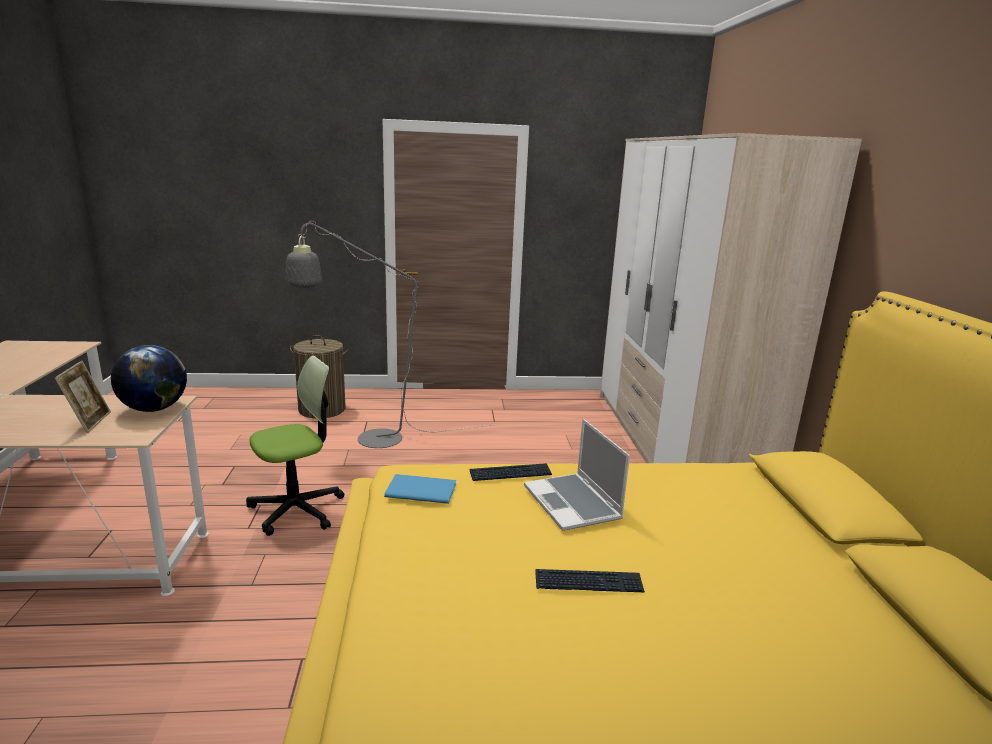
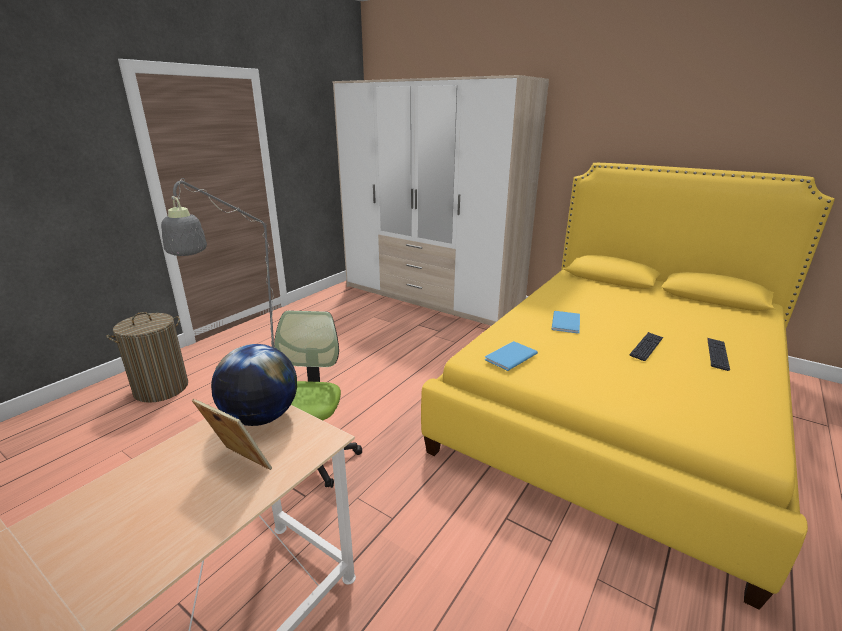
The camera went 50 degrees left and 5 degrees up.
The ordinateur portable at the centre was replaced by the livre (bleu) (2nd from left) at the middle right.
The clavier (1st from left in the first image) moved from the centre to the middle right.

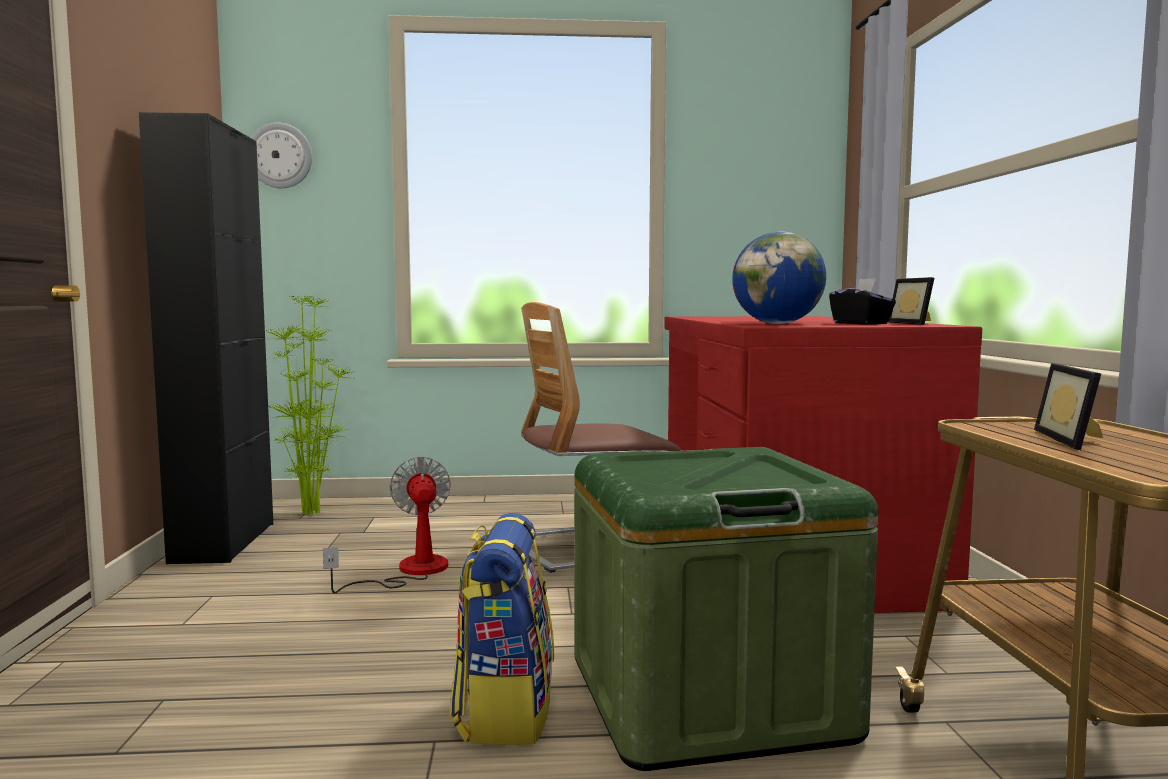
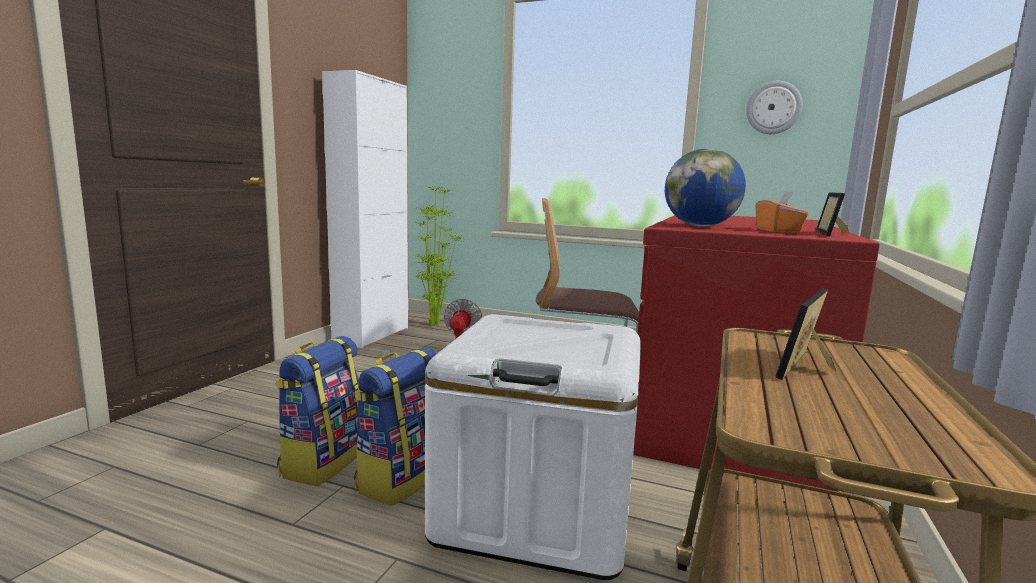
The camera went 25 degrees right and 5 degrees up.
The meuble de rangement (noir) at the middle left became the meuble de rangement (blanc) at the centre.
The horloge murale moved from the top left to the top right.
The boîte à mouchoirs (noir) at the middle right became the boîte à mouchoirs (orange) at the middle right.
The boîte de rangement (vert) at the bottom centre became the boîte de rangement (blanc) at the bottom centre.
The sac à dos (1st from left) at the bottom left appeared.

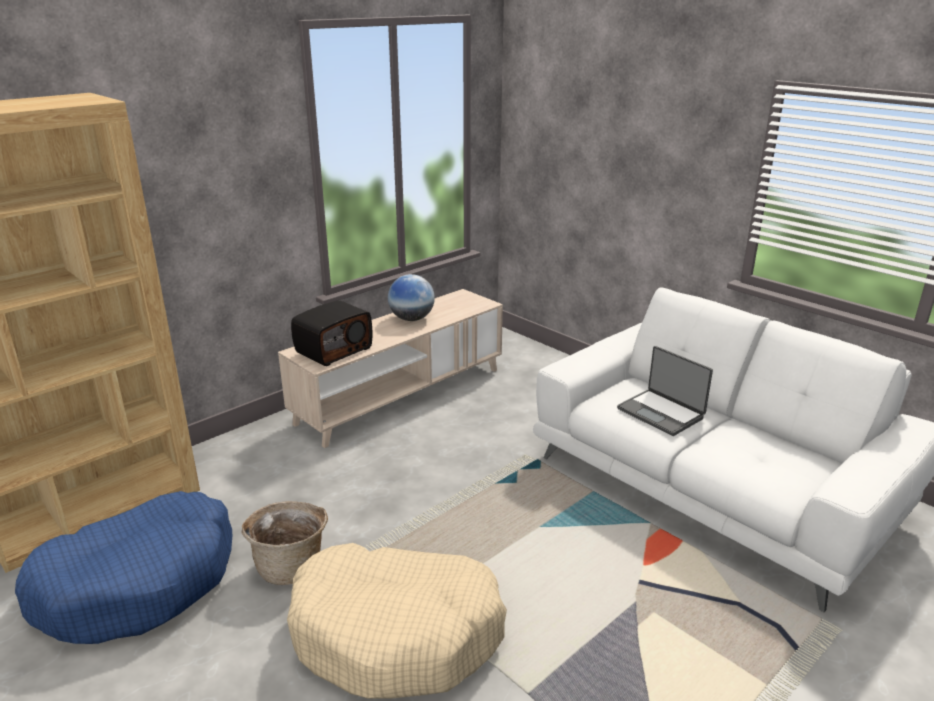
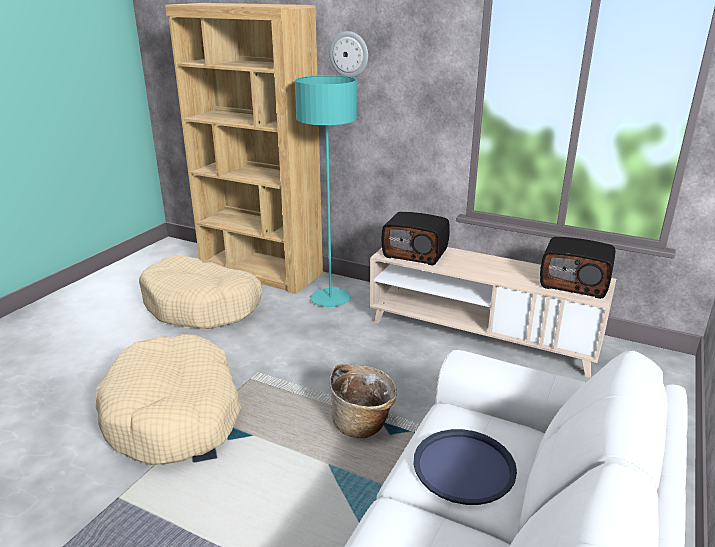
The camera went 70 degrees right and 0 degrees up.
The globe at the centre disappeared.
The ordinateur portable at the middle right was replaced by the plateau (bleu) at the bottom centre.
The panier pour chien (bleu) at the bottom left became the panier pour chien (beige) (2nd from left) at the middle left.
The panier moved from the bottom left to the bottom centre.
The horloge murale at the top centre appeared.
The lampadaire (turquoise) at the centre appeared.
The radio (2nd from left) at the middle right appeared.

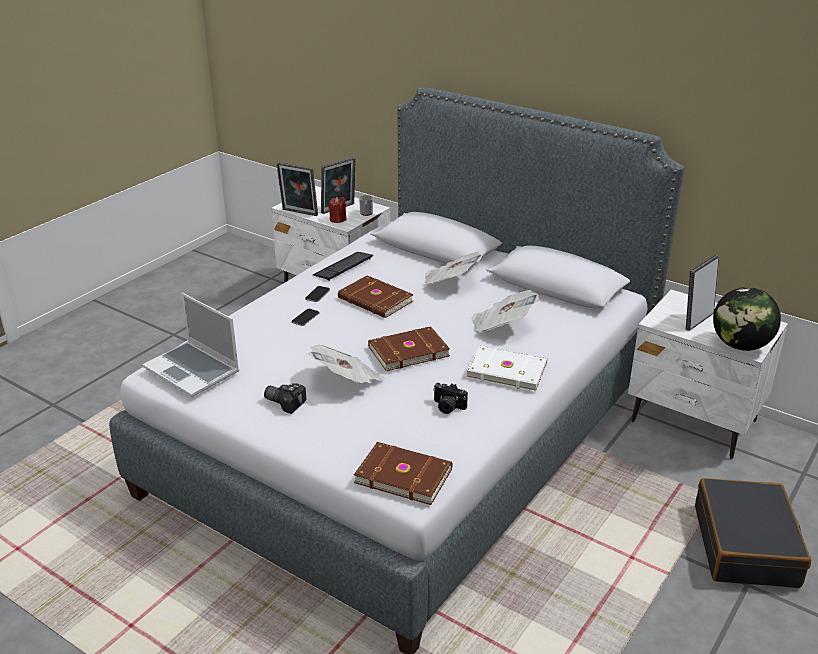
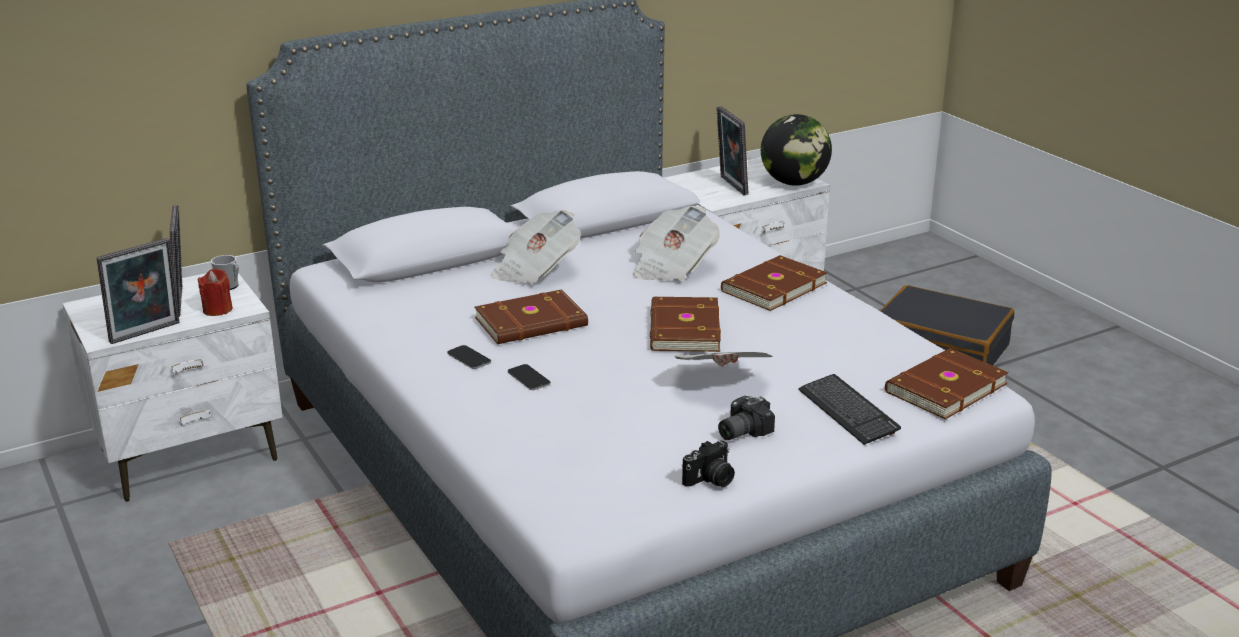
The camera went 65 degrees left and 5 degrees down.
The clavier moved from the centre to the middle right.
The ordinateur portable at the middle left disappeared.
The livre (blanc) at the centre became the livre (marron) (3rd from left) at the centre.
The appareil photo (2nd from left in the first image) moved from the centre to the bottom centre.

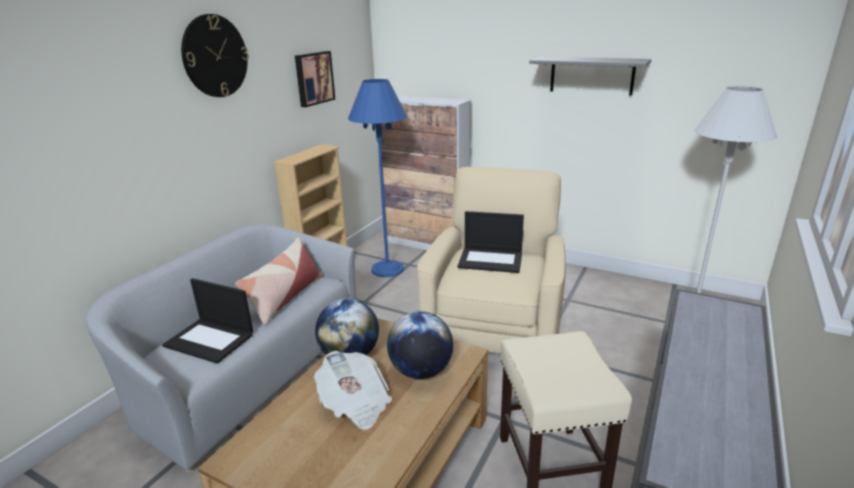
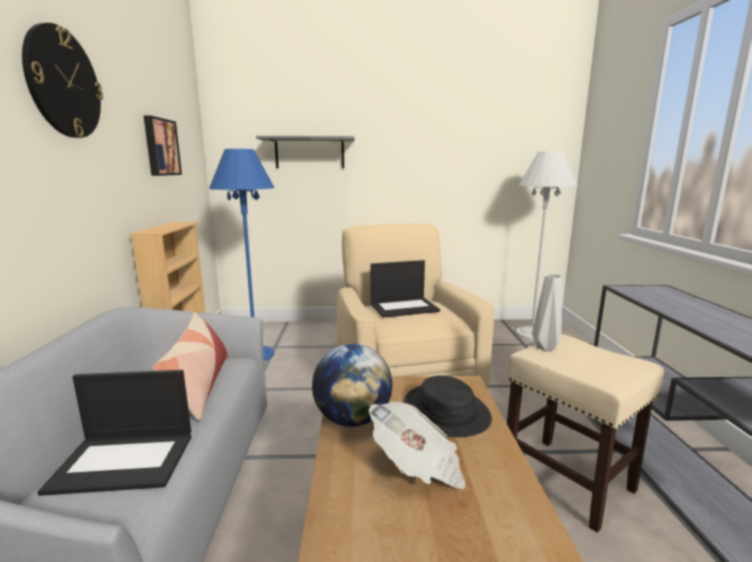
The camera went 30 degrees left and 10 degrees down.
The étagère (gris) moved from the top right to the top centre.
The meuble de rangement at the centre disappeared.
The globe (2nd from left) at the bottom centre was replaced by the chapeau (noir) at the bottom centre.
The vase (gris) at the middle right appeared.

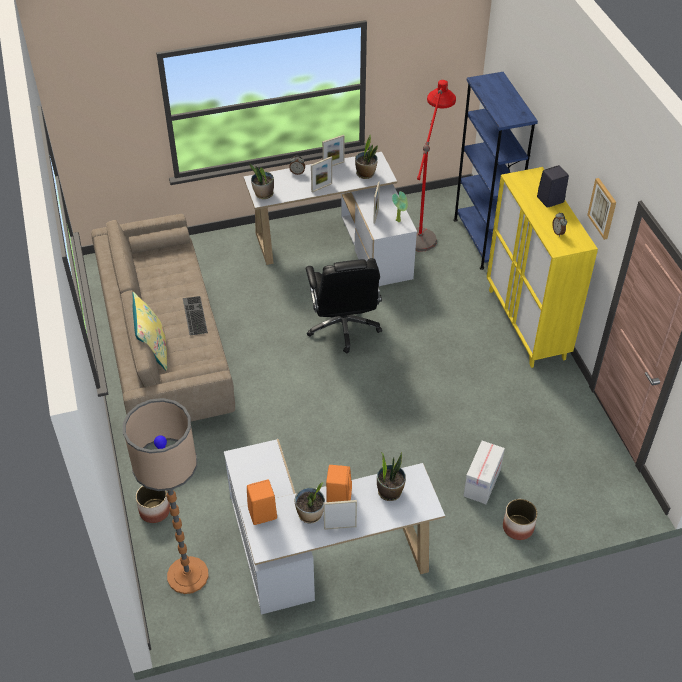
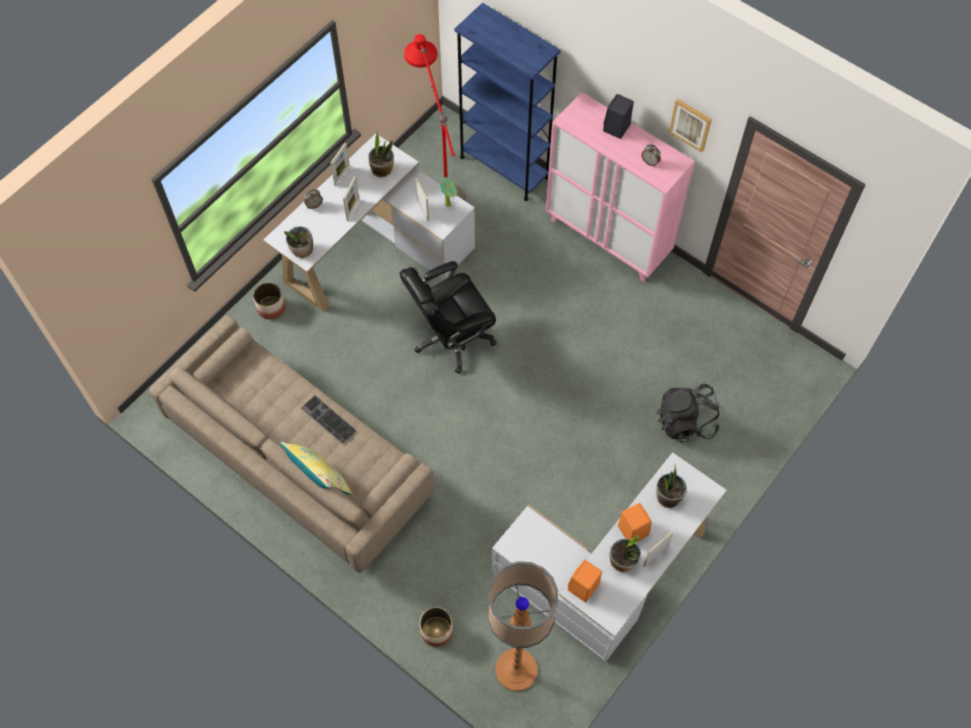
The camera went 35 degrees left and 15 degrees up.
The meuble de rangement (jaune) at the middle right became the meuble de rangement (rose) at the top centre.
The chaise de bureau (noir) at the centre turned 105 degrees clockwise.
The carton at the bottom right was replaced by the sac à dos (noir) at the middle right.
The cache-pot (2nd from left in the first image) moved from the bottom right to the middle left.

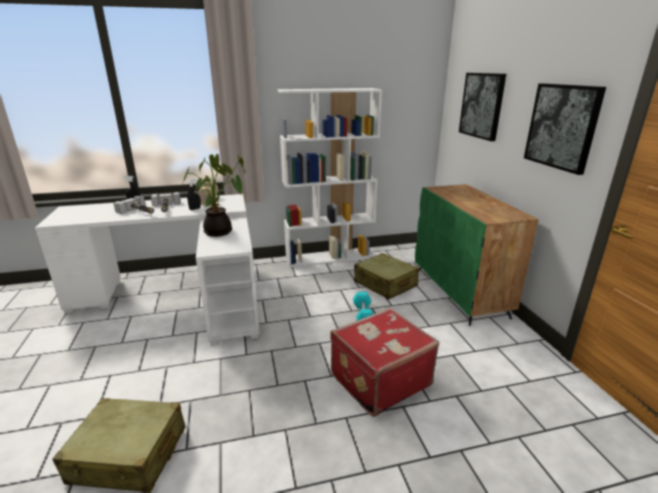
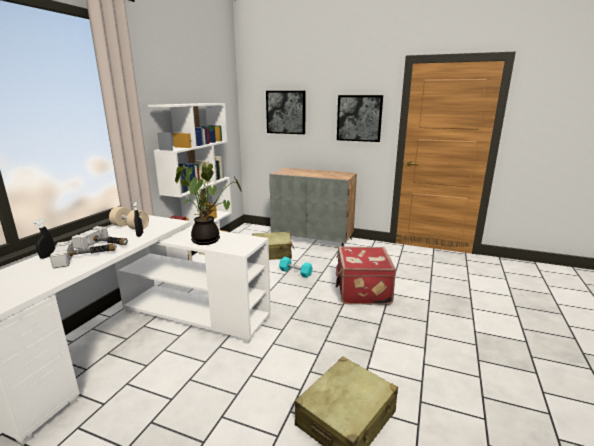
The camera went 55 degrees left and 5 degrees down.
The meuble de rangement (vert) at the middle right became the meuble de rangement (gris) at the centre.

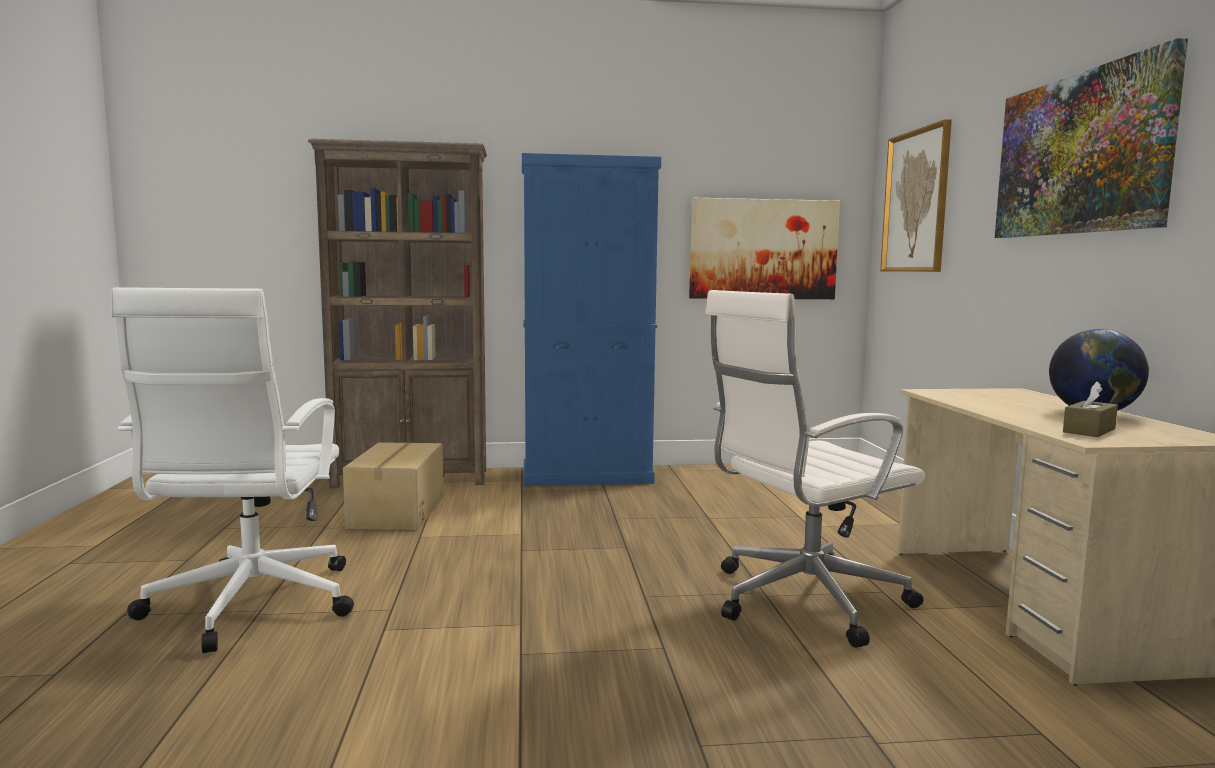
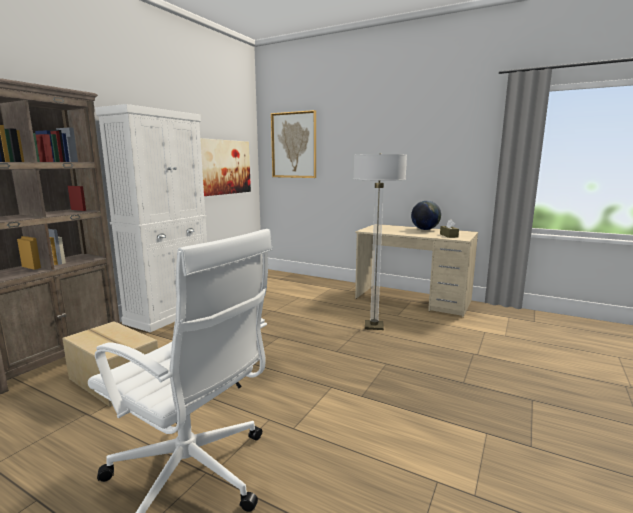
The camera went 55 degrees left and 5 degrees up.
The tableau (3rd from left) at the top right disappeared.
The meuble de rangement (bleu) at the centre became the meuble de rangement (blanc) at the middle left.
The chaise de bureau (blanc) (2nd from left) at the middle right was replaced by the lampadaire at the centre.

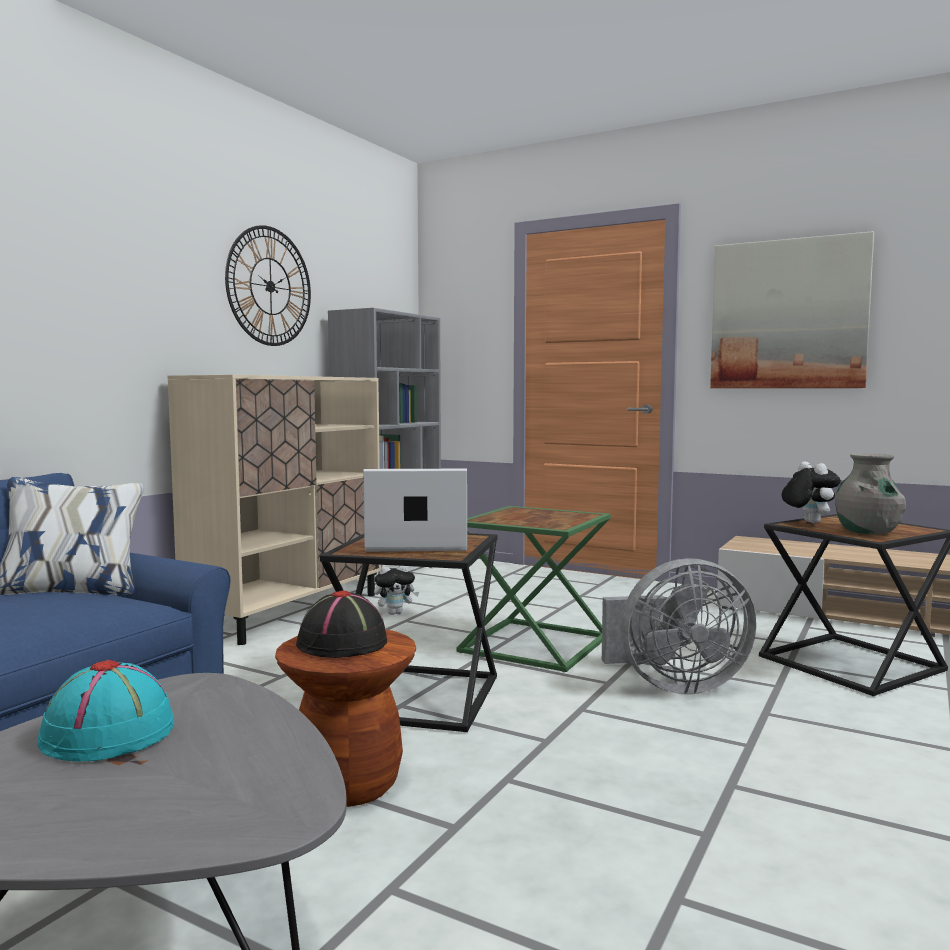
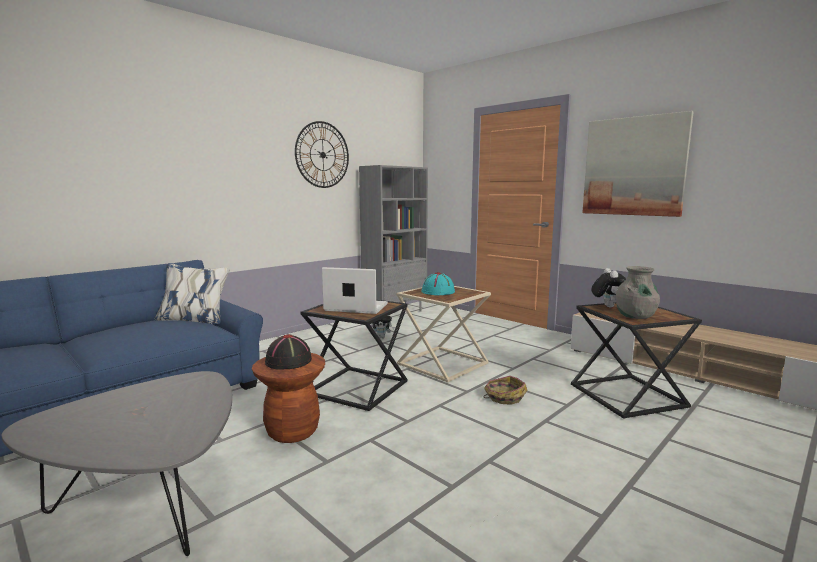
The camera went 15 degrees right and 5 degrees up.
The meuble de rangement (beige) at the middle left disappeared.
The table d'appoint (vert) at the centre became the table d'appoint (beige) at the centre.
The ventilateur (gris) at the middle right was replaced by the panier at the bottom centre.
The chapeau (turquoise) moved from the bottom left to the centre.

